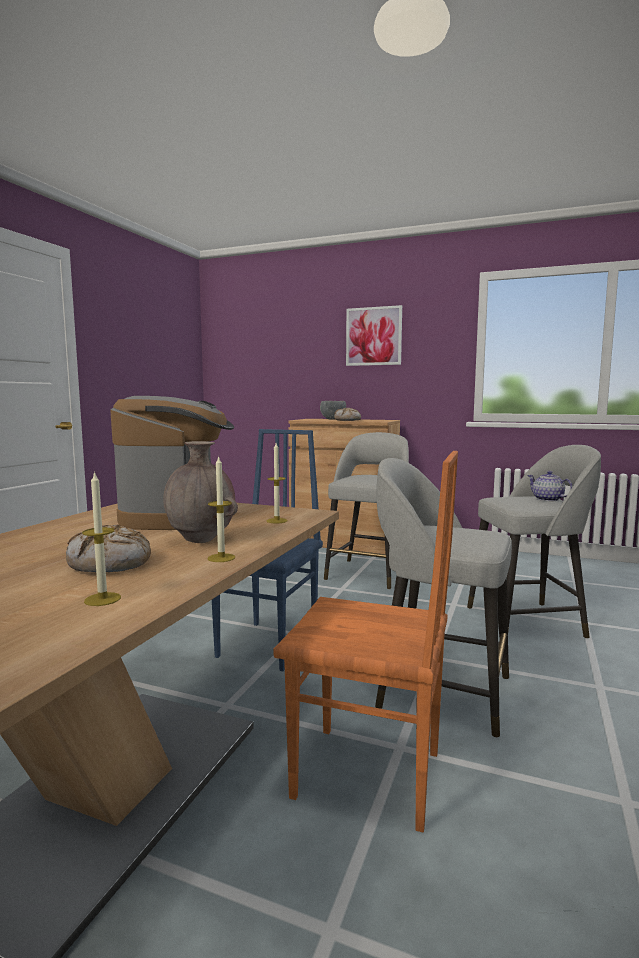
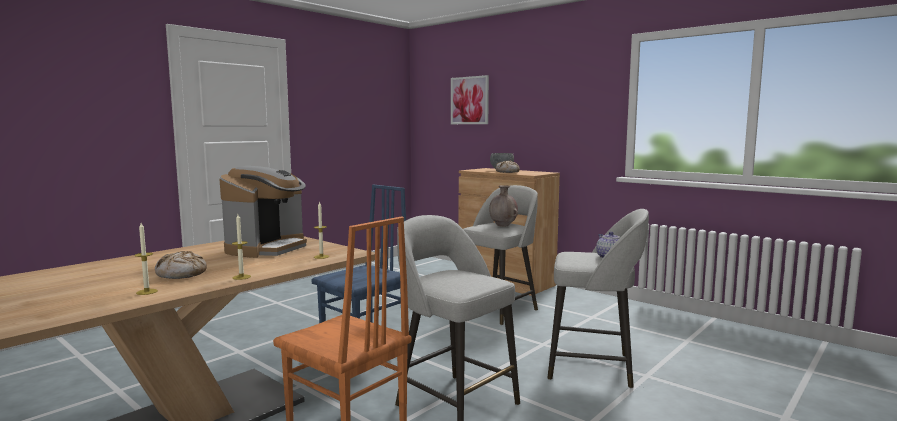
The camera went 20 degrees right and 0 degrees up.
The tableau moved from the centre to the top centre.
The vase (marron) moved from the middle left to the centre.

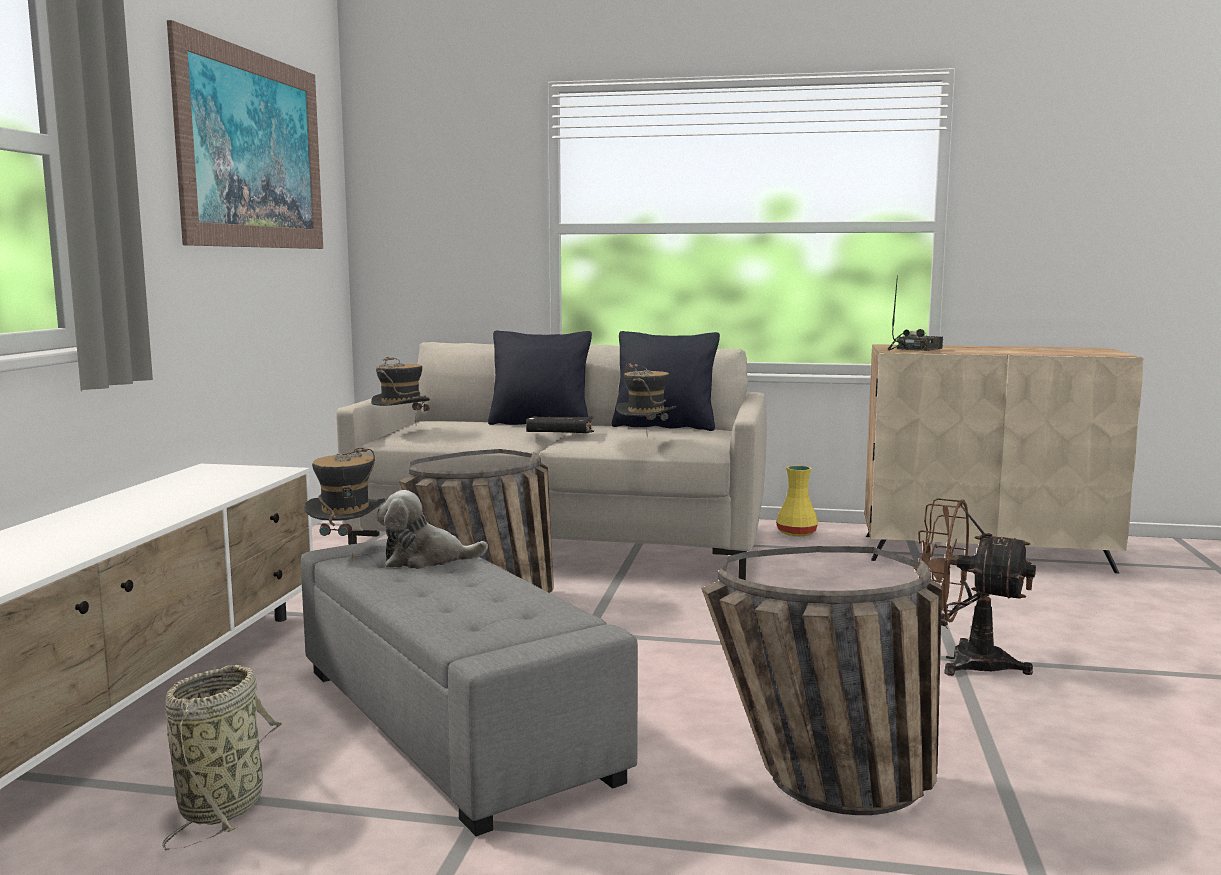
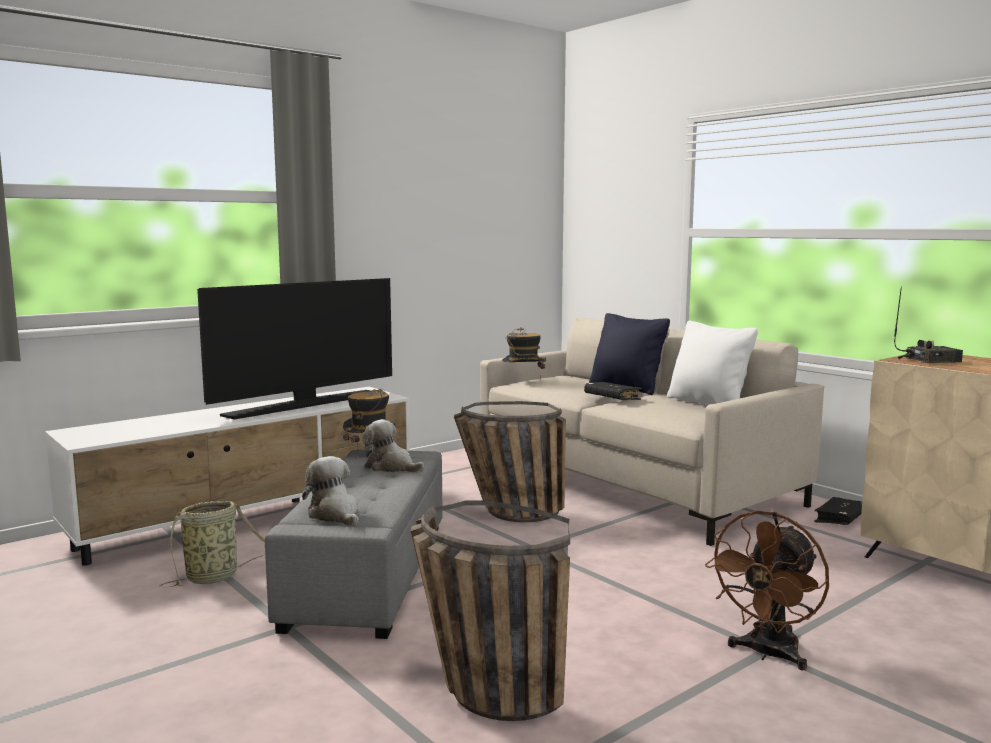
The camera went 40 degrees right and 0 degrees up.
The tableau at the top left disappeared.
The coussin (noir) (2nd from left) at the centre became the coussin (blanc) at the middle right.
The chapeau (3rd from left) at the centre disappeared.
The vase (jaune) at the centre was replaced by the livre (noir) (2nd from left) at the bottom right.
The ventilateur (marron) at the bottom right turned 120 degrees counterclockwise.
The téléviseur at the middle left appeared.
The peluche (1st from left) at the middle left appeared.

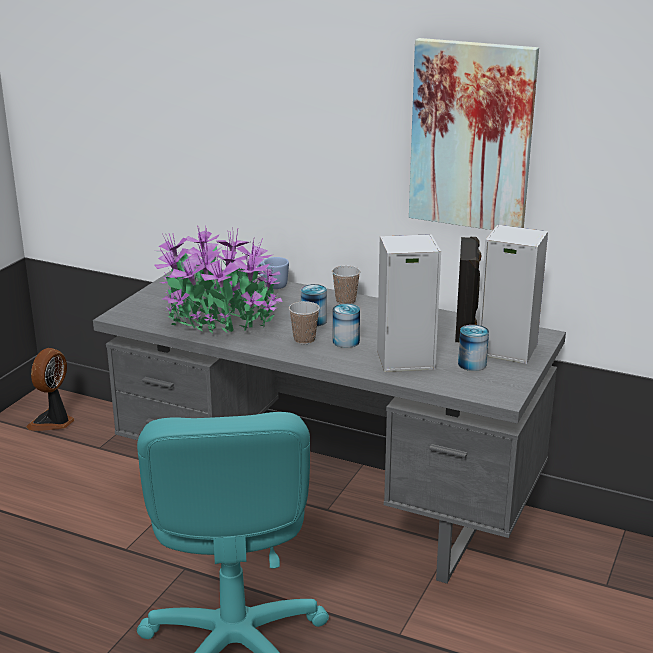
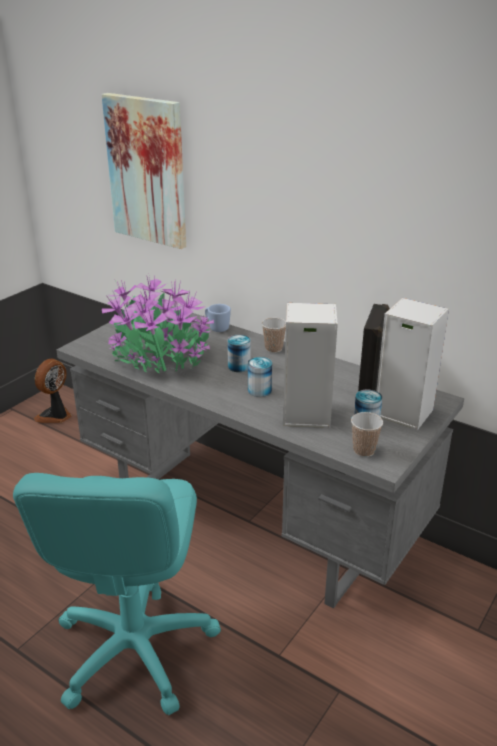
The camera went 10 degrees right and 5 degrees up.
The tableau moved from the top right to the top left.
The tasse (1st from left in the first image) moved from the centre to the middle right.

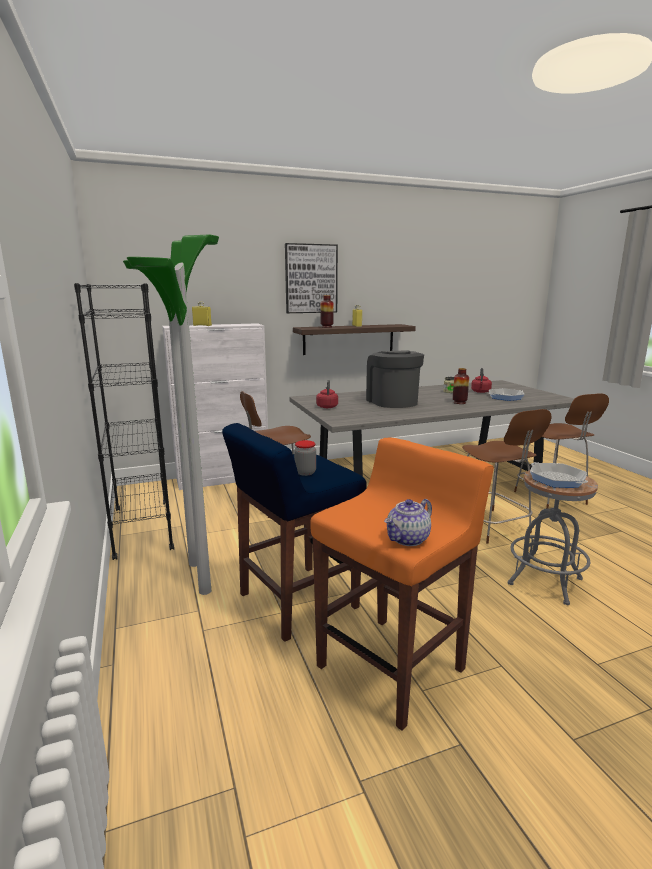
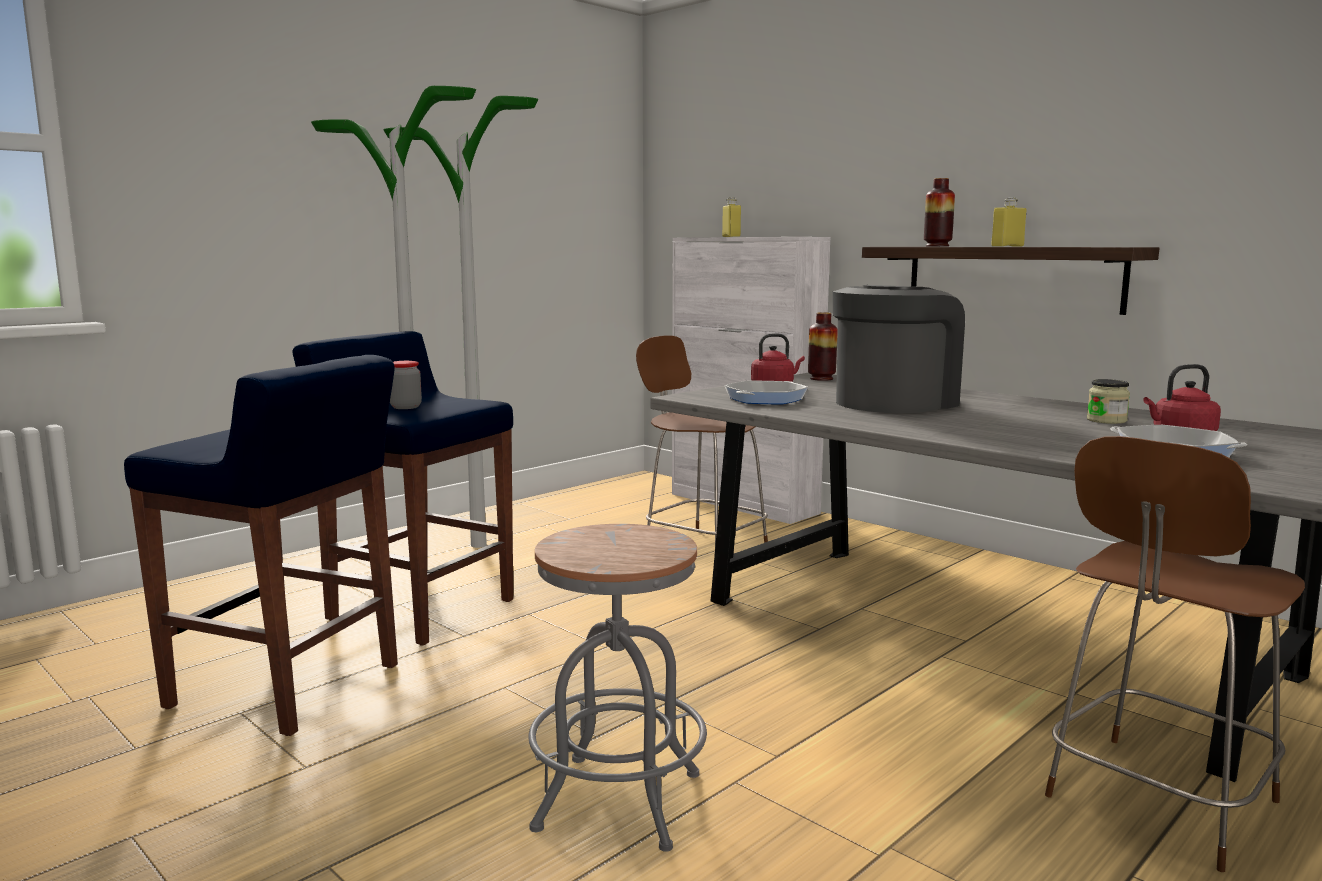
The camera went 65 degrees right and 5 degrees down.
The tableau at the top centre disappeared.
The bibliothèque (noir) at the middle left disappeared.
The vase (2nd from left in the first image) moved from the middle right to the centre.
The chaise (marron) (2nd from left) at the middle right disappeared.
The tabouret (orange) at the bottom centre became the tabouret (bleu) (1st from left) at the middle left.
The poêle (2nd from left in the first image) moved from the middle right to the centre.
The théière at the centre disappeared.

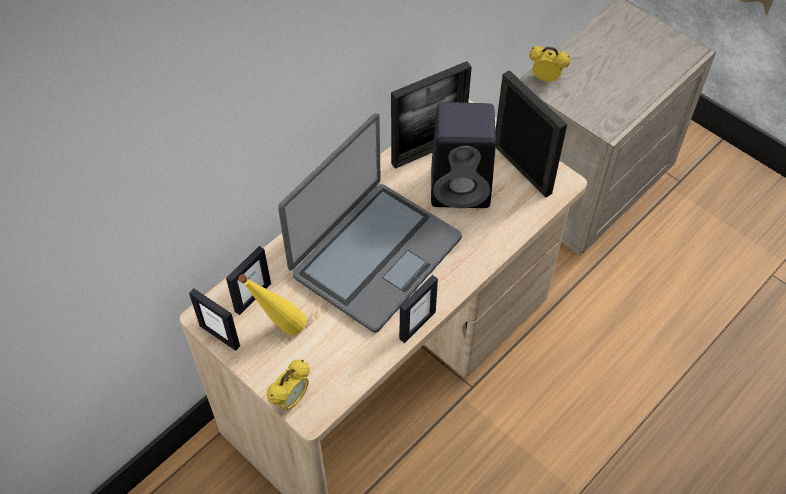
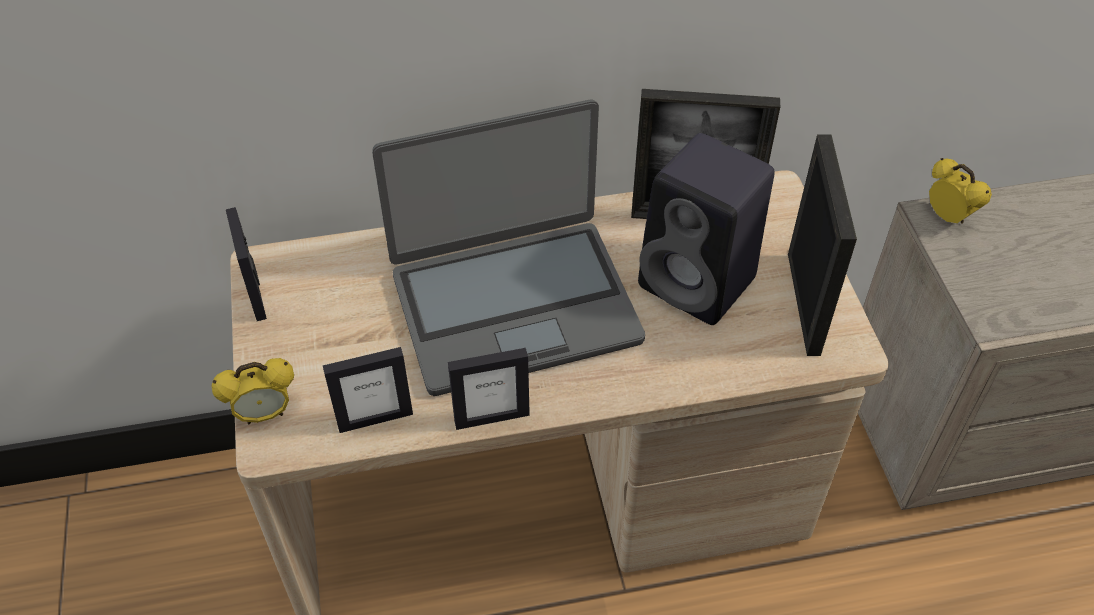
The camera went 35 degrees right and 5 degrees down.
The cadre photo (2nd from left) moved from the middle left to the centre.
The bouteille (jaune) at the centre disappeared.

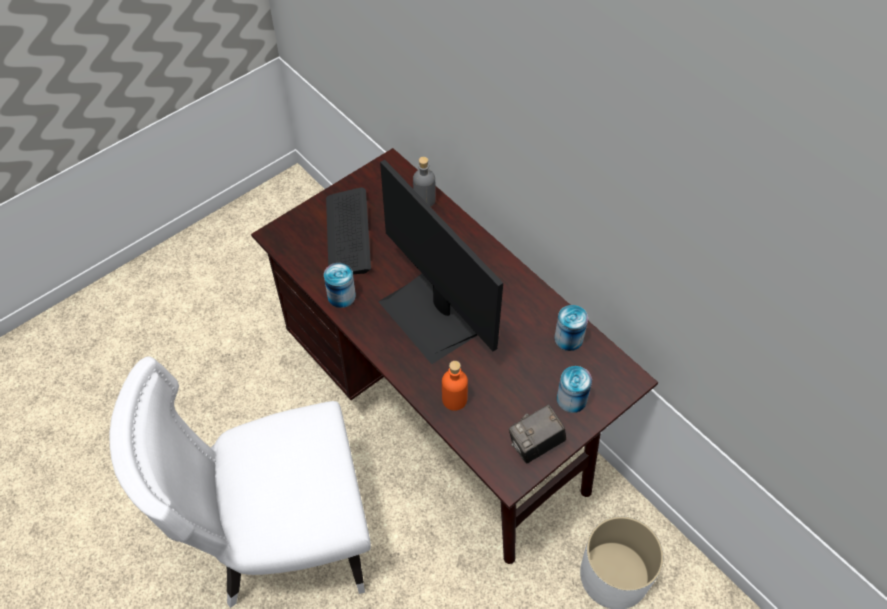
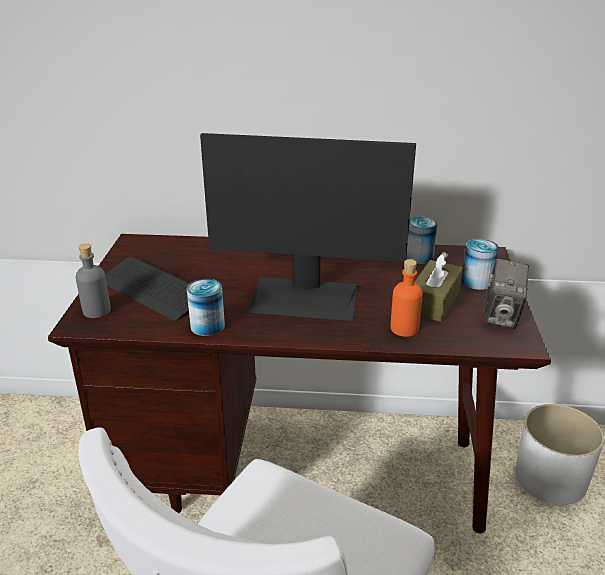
The camera went 45 degrees left and 25 degrees down.
The bouteille (gris) moved from the top centre to the middle left.
The boîte à mouchoirs (marron) at the middle right appeared.

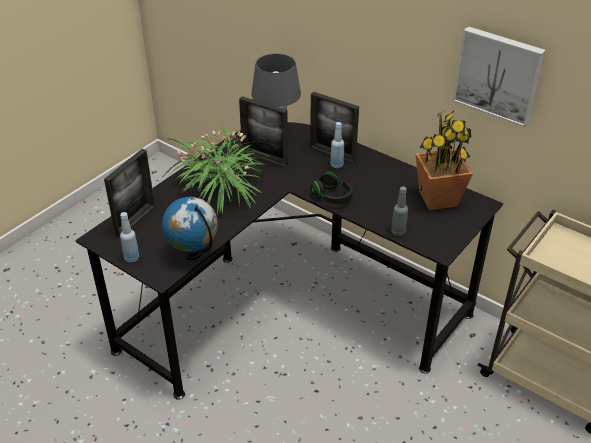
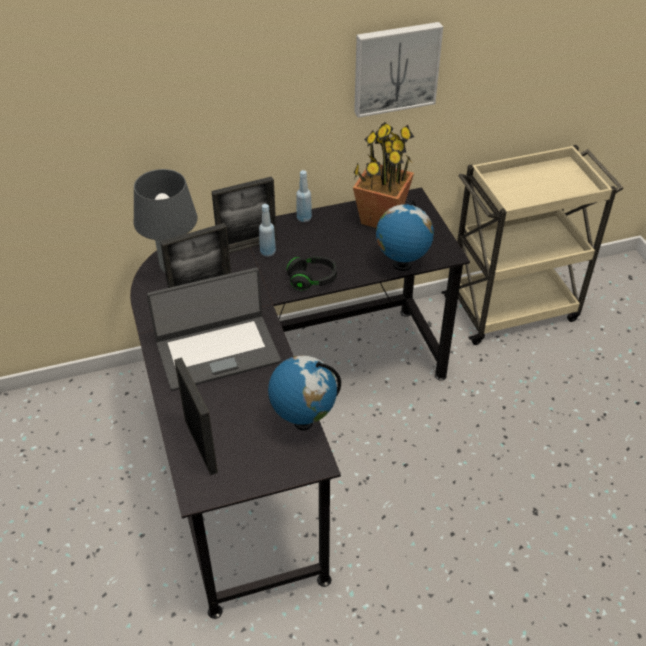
The camera went 55 degrees left and 5 degrees up.
The plante en pot (1st from left) at the centre was replaced by the ordinateur portable at the middle left.
The bouteille (gris) at the middle right was replaced by the globe (2nd from left) at the centre.
The bouteille (bleu) (1st from left in the first image) moved from the middle left to the top centre.

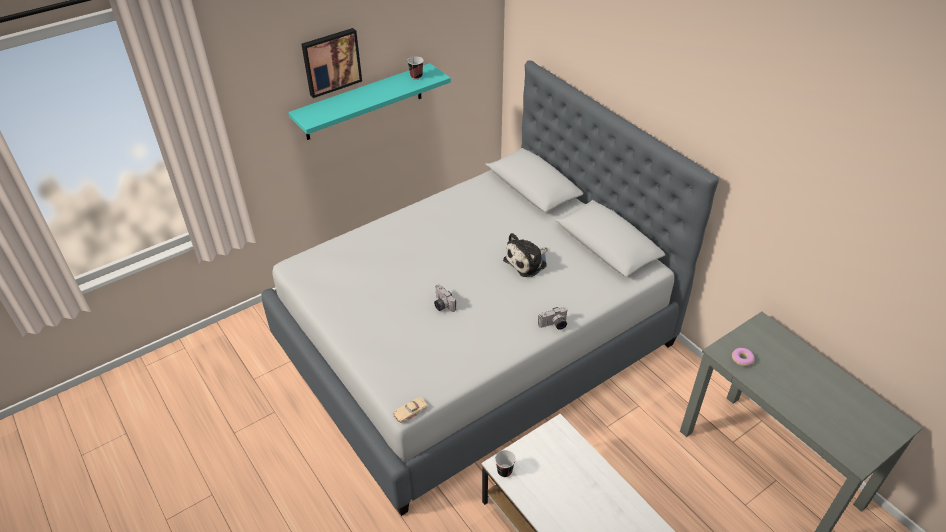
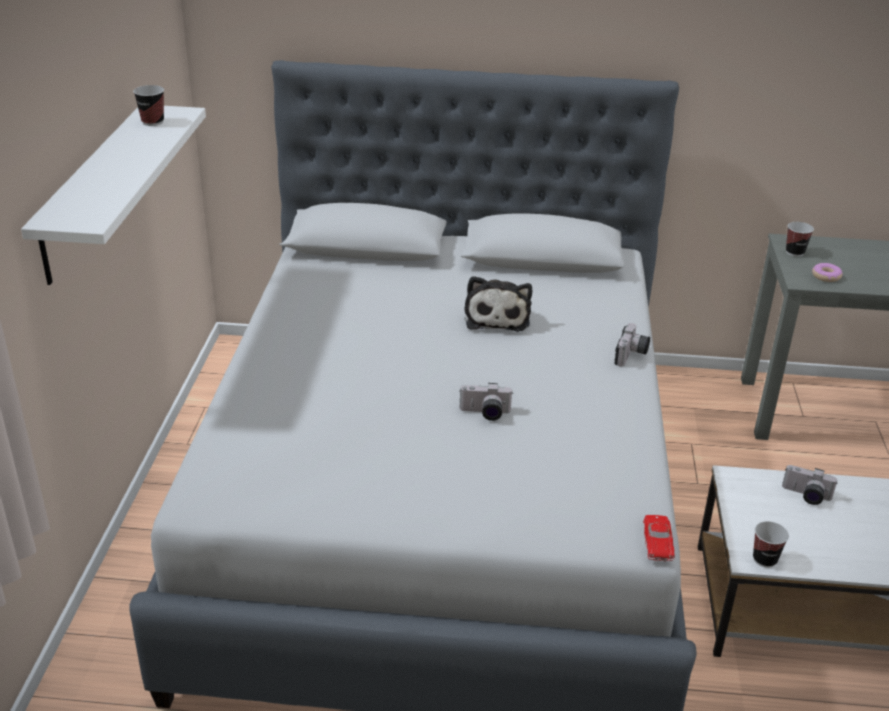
The camera went 50 degrees left and 10 degrees down.
The tableau at the top centre disappeared.
The étagère (turquoise) at the top centre became the étagère (blanc) at the top left.
The petite voiture (beige) at the bottom centre became the petite voiture (rouge) at the bottom right.
The tasse (3rd from left) at the middle right appeared.
The appareil photo (3rd from left) at the bottom right appeared.

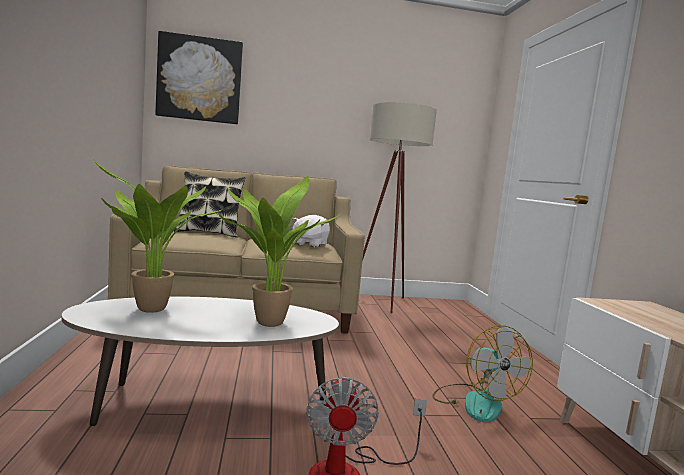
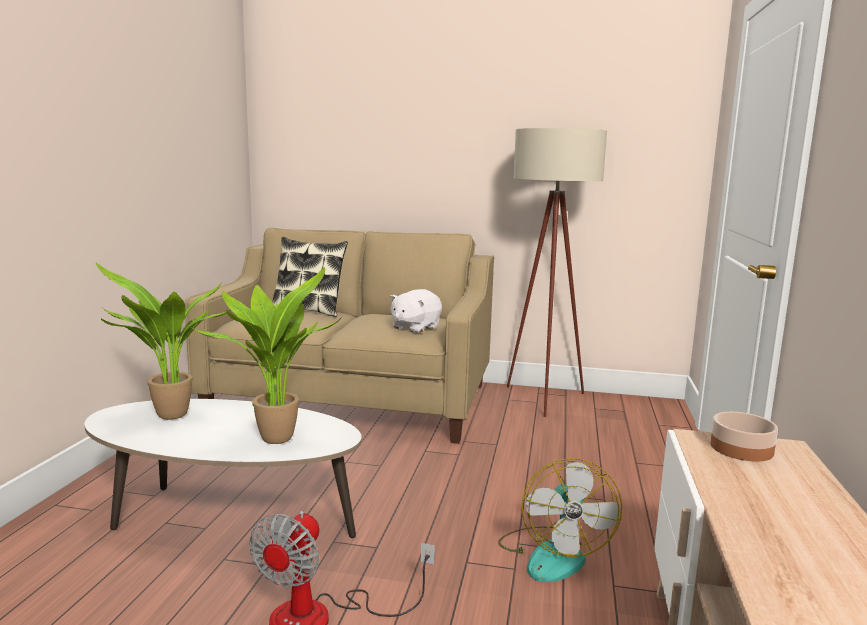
The camera went 20 degrees right and 5 degrees up.
The tableau at the top left disappeared.
The bol at the bottom right appeared.

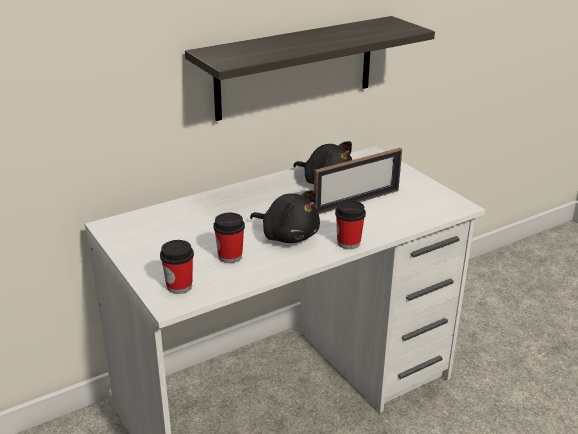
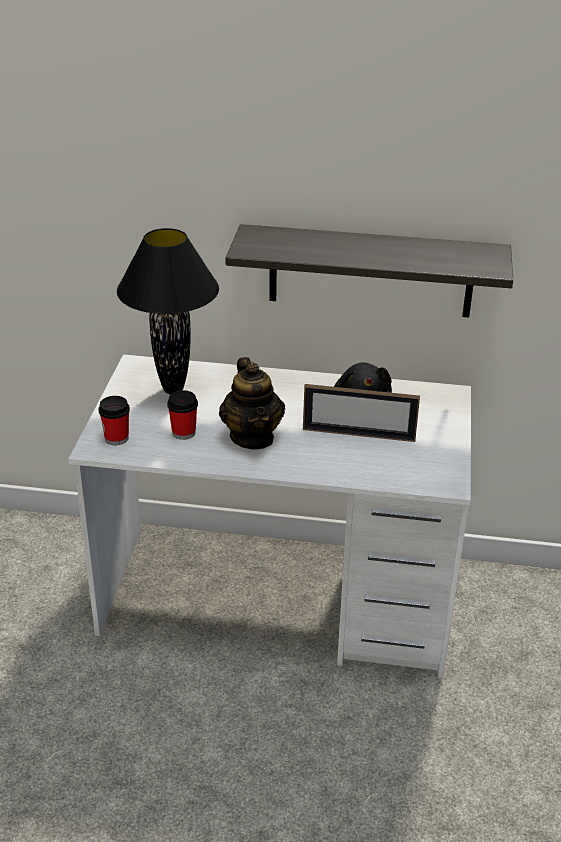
The camera went 40 degrees right and 5 degrees up.
The peluche (noir) (1st from left) at the centre was replaced by the théière at the centre.
The tasse (3rd from left) at the centre disappeared.
The lampe de table (noir) at the middle left appeared.

